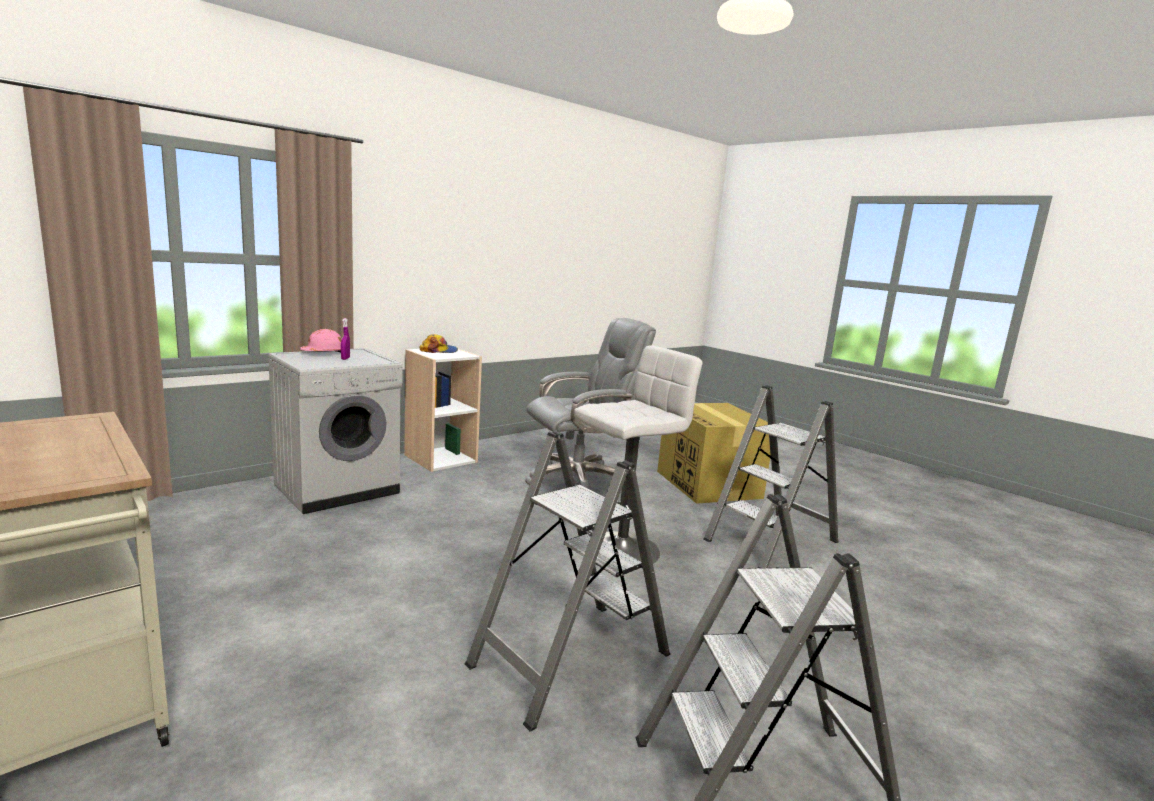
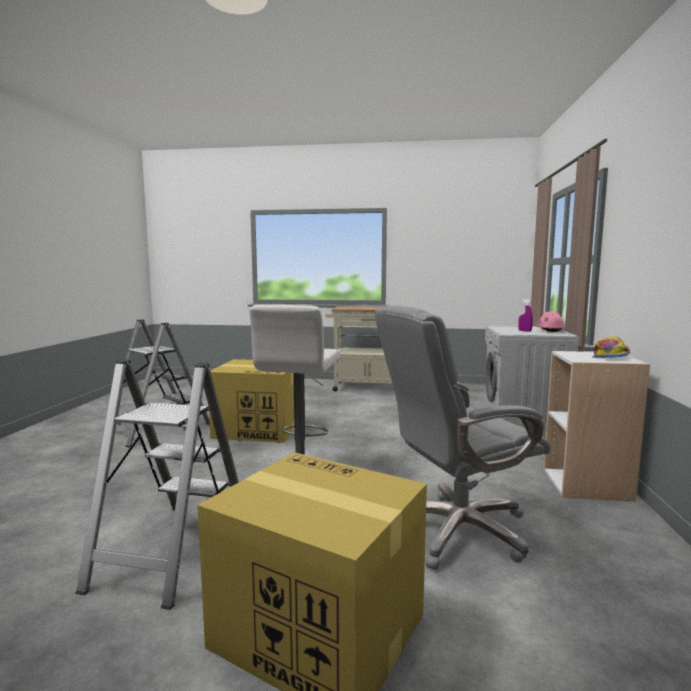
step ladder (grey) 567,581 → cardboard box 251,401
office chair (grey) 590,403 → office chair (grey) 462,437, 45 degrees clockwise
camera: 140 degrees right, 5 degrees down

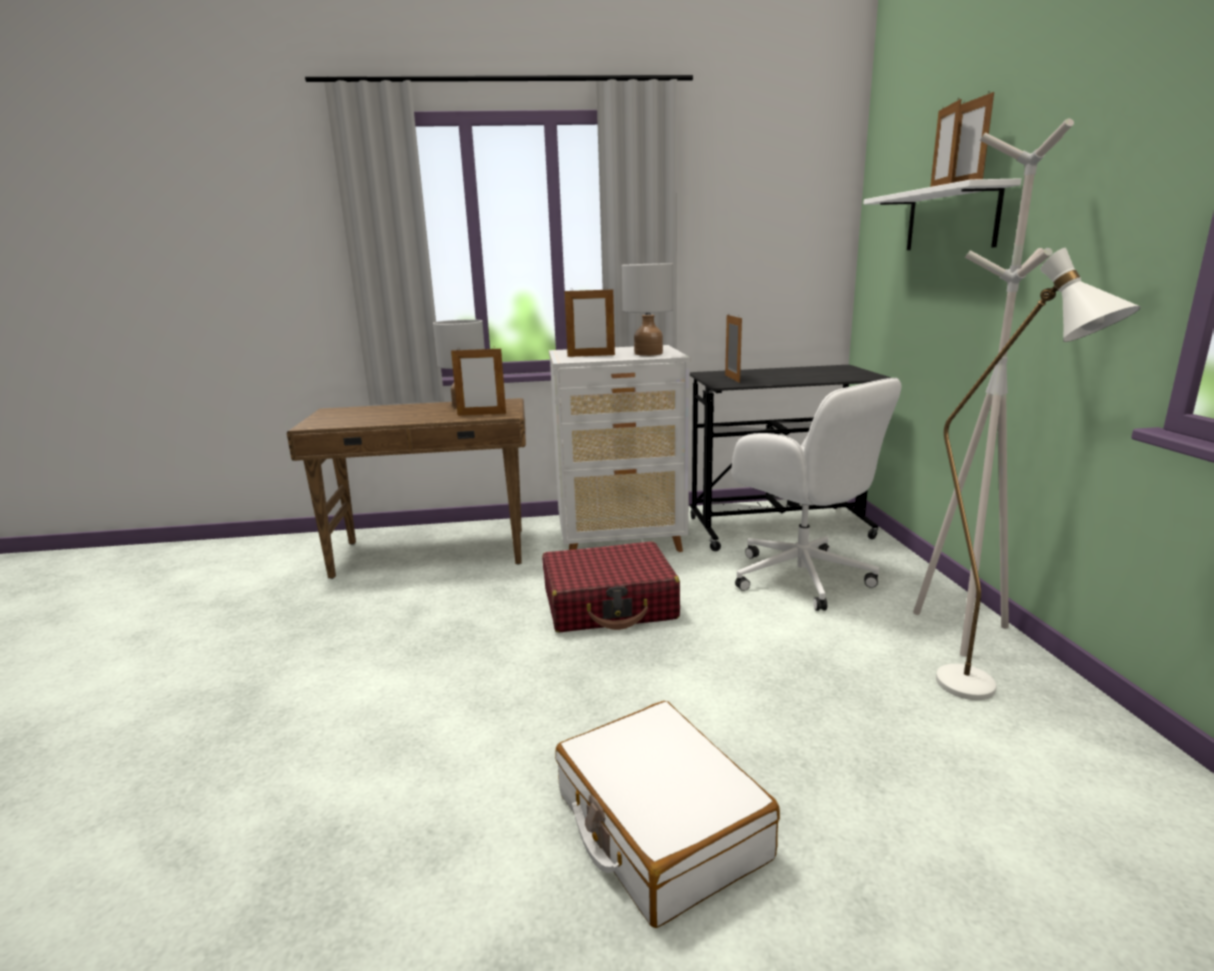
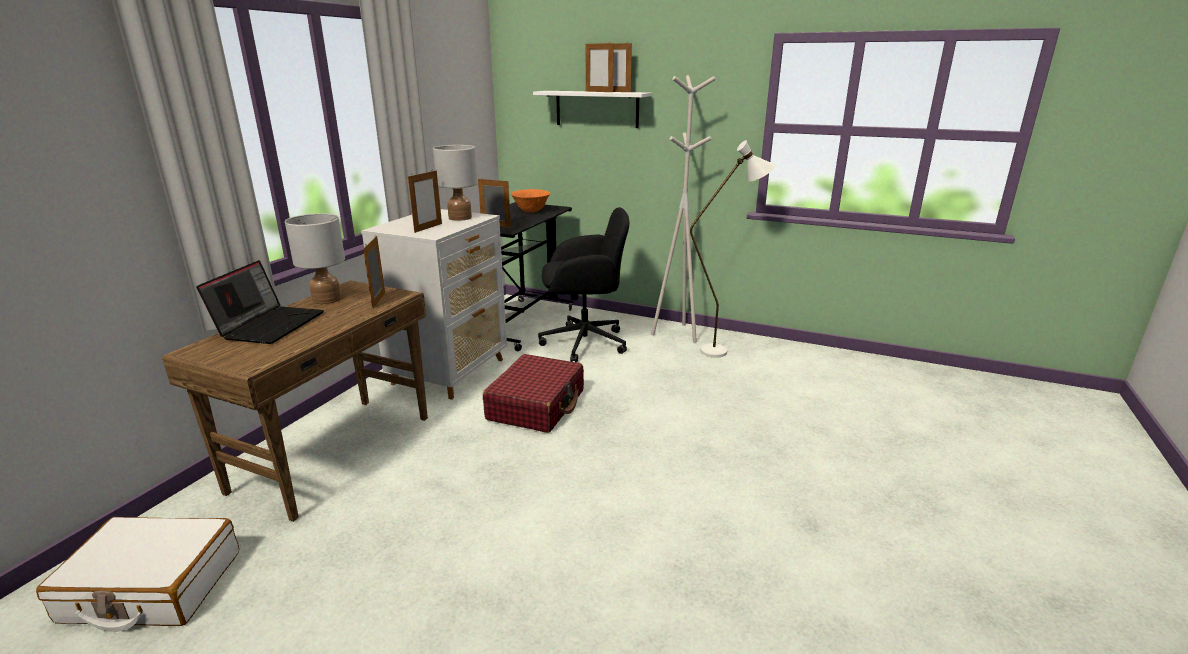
suitcase (white) 667,814 → suitcase (white) 137,574, shifted
- → laptop 260,302
picture frame 478,381 → picture frame 374,272, 150 degrees clockwise
- → bowl (orange) 530,201
office chair (white) 816,494 → office chair (black) 584,284
camera: 60 degrees left, 5 degrees up

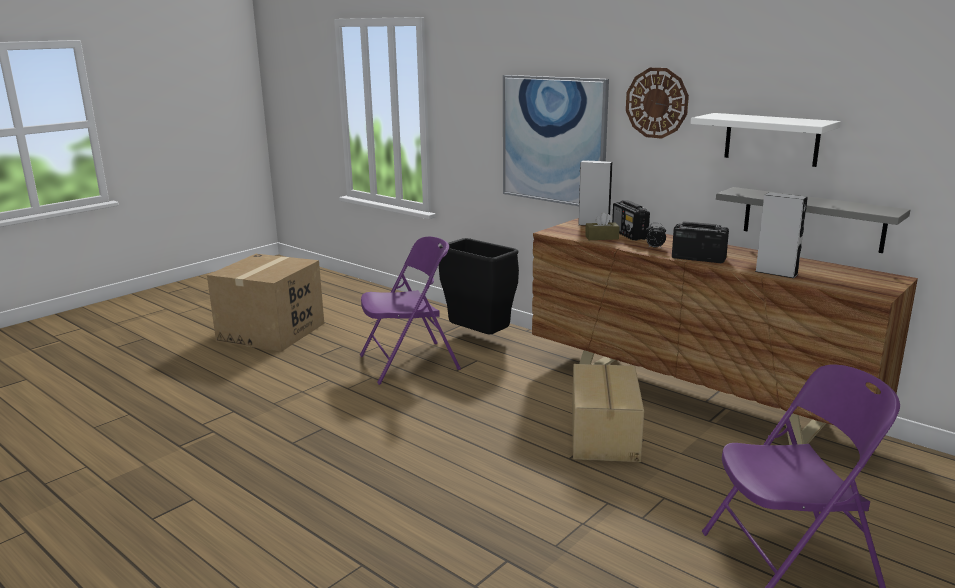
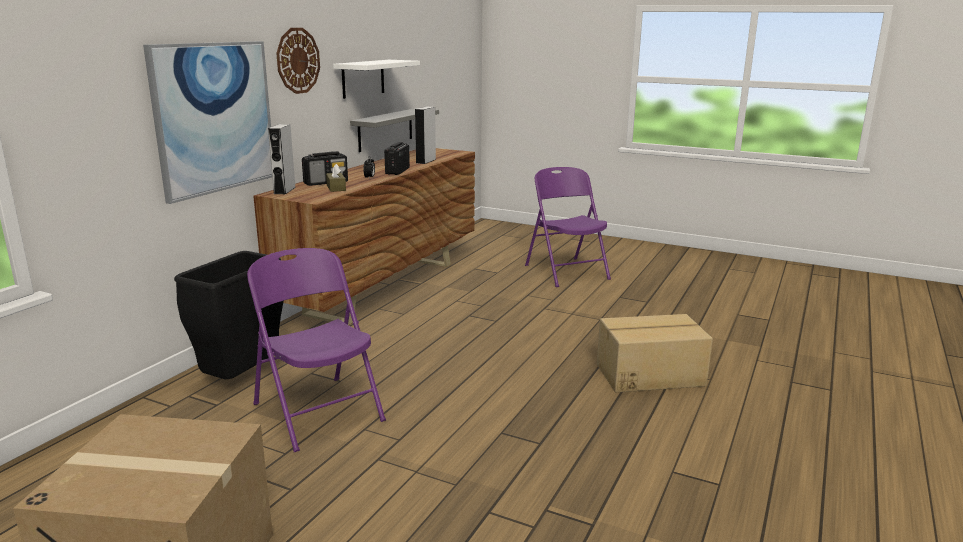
cardboard box 608,413 → cardboard box 655,353, shifted
camera: 105 degrees left, 0 degrees up

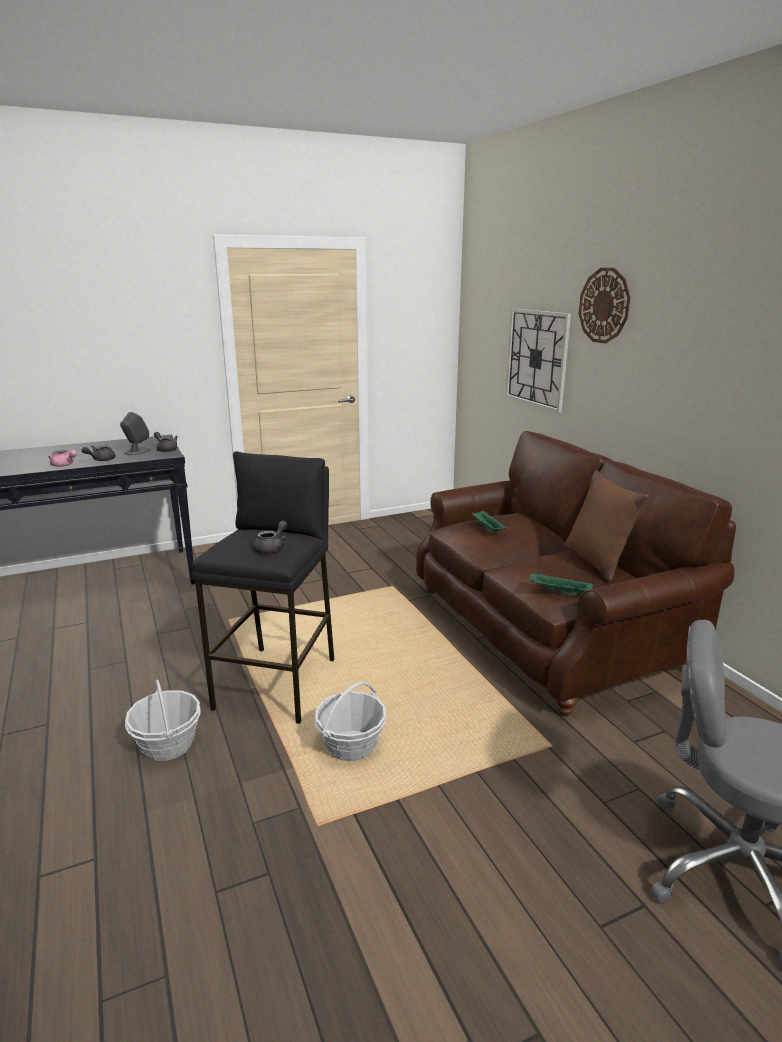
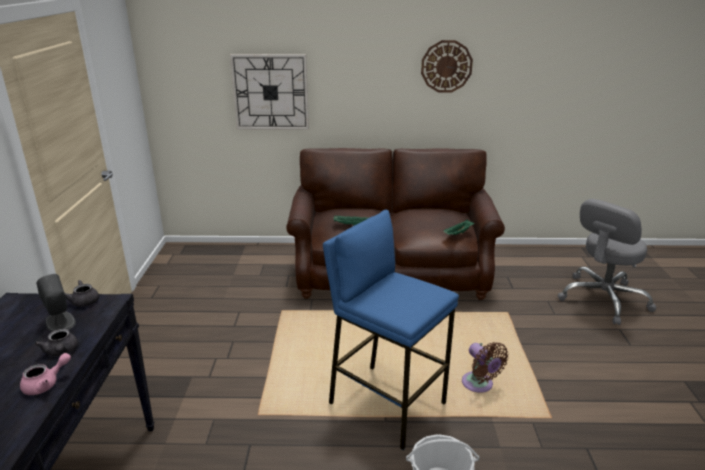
stool (black) 262,587 → stool (blue) 391,329
wall clock 605,306 → wall clock 447,66, shifted
basket 350,721 → fan (brown) 485,367
teapot (grey) 270,537 → -
pillow (brown) 606,526 → -
camera: 65 degrees left, 5 degrees up

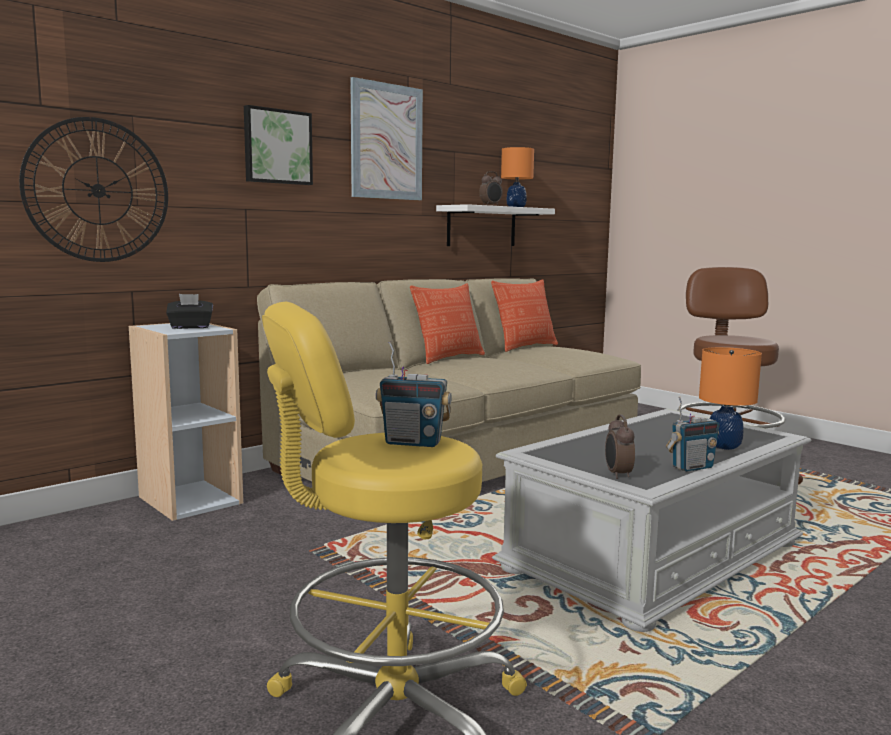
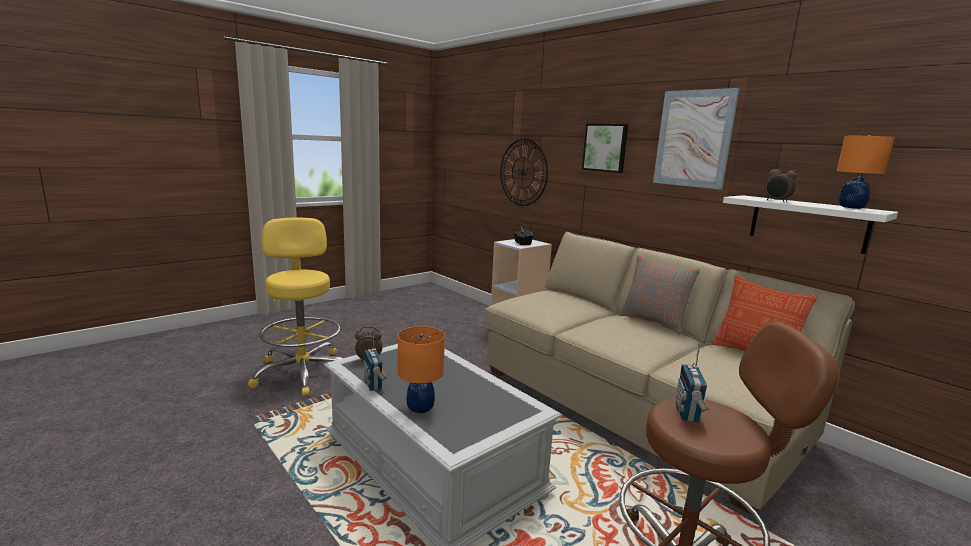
pillow (orange) 447,323 → pillow (grey) 659,294
radio 414,394 → radio 692,383, shifted
camera: 90 degrees right, 5 degrees up

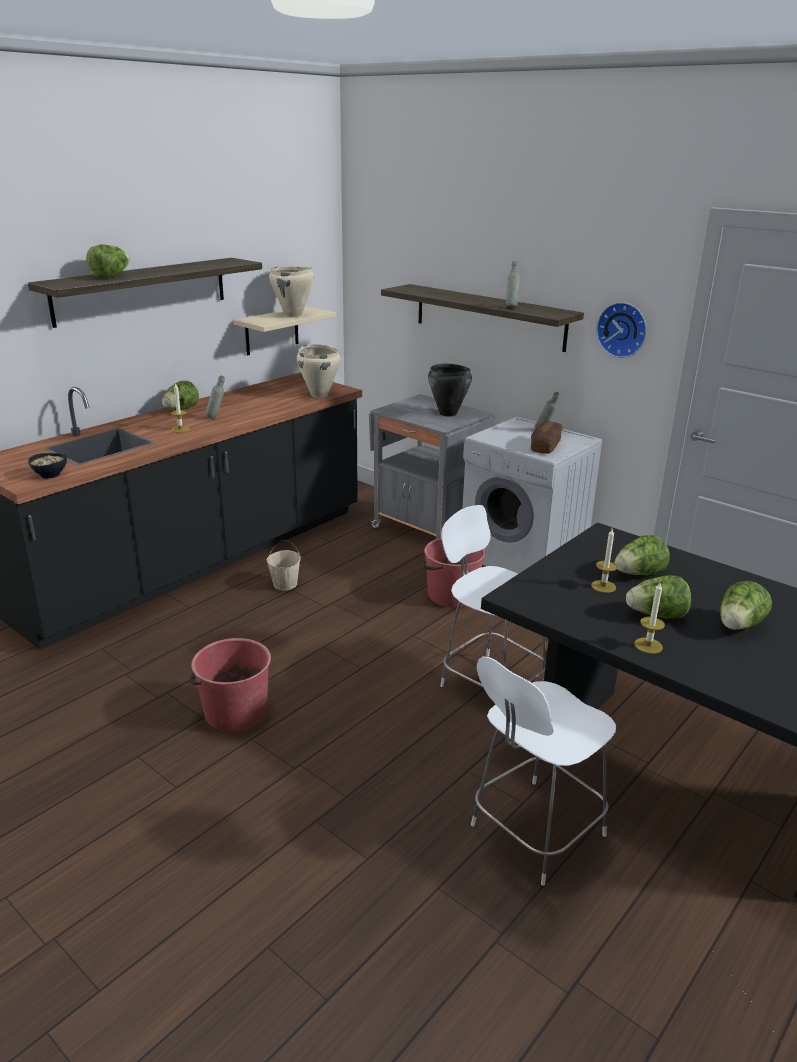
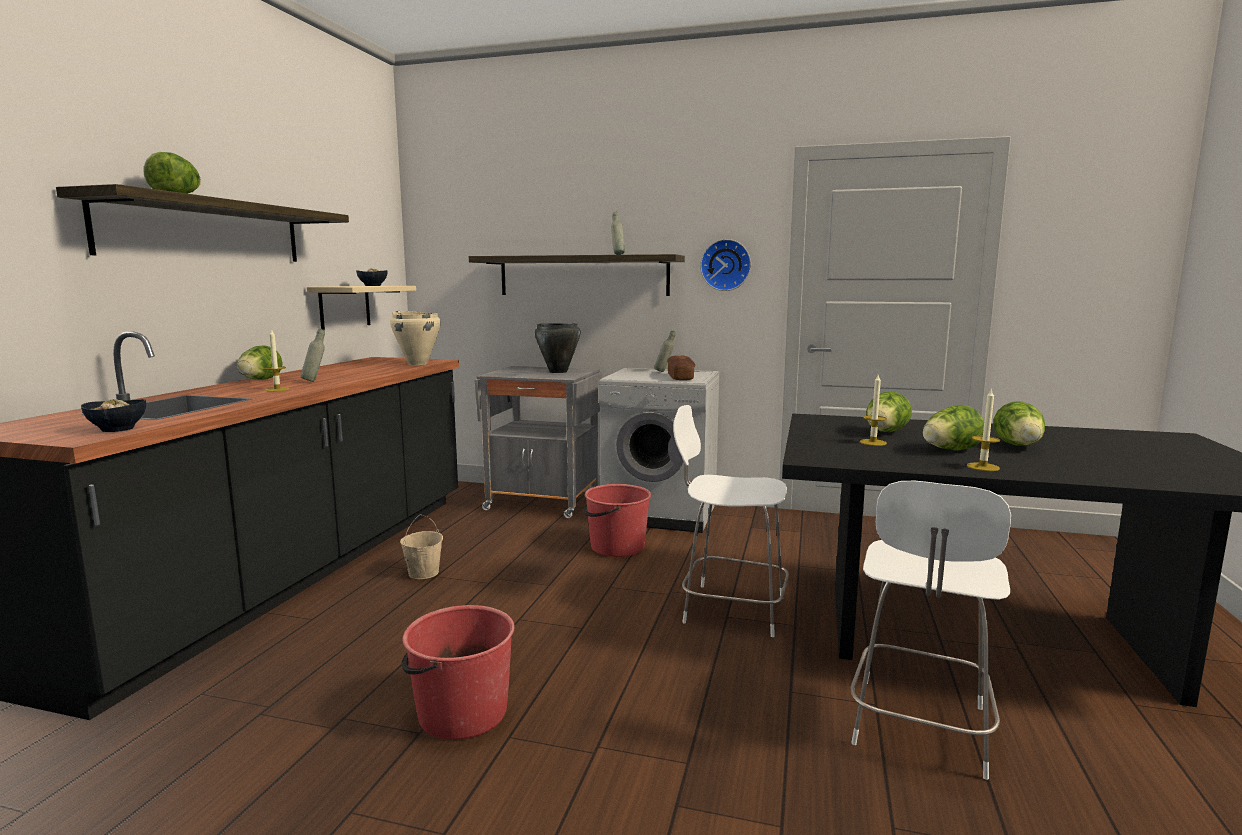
cooking pot (beige) 291,292 → bowl 371,277
camera: 25 degrees left, 15 degrees down

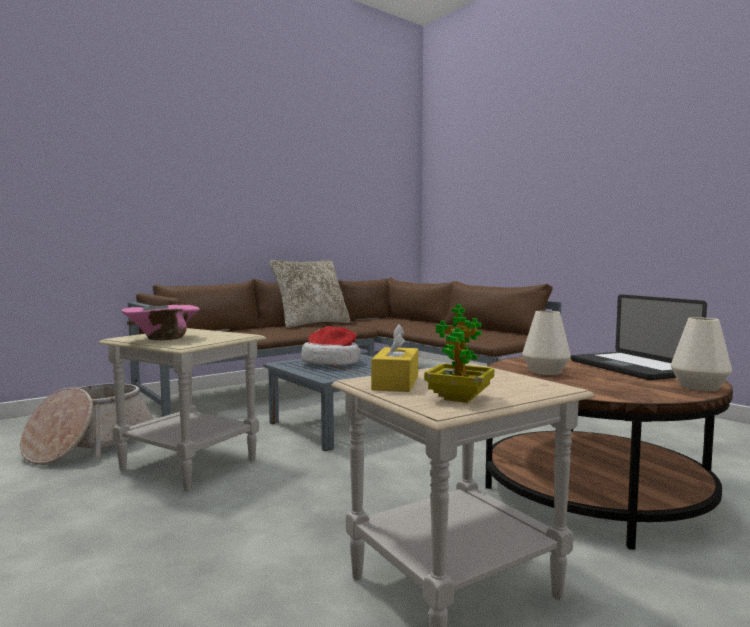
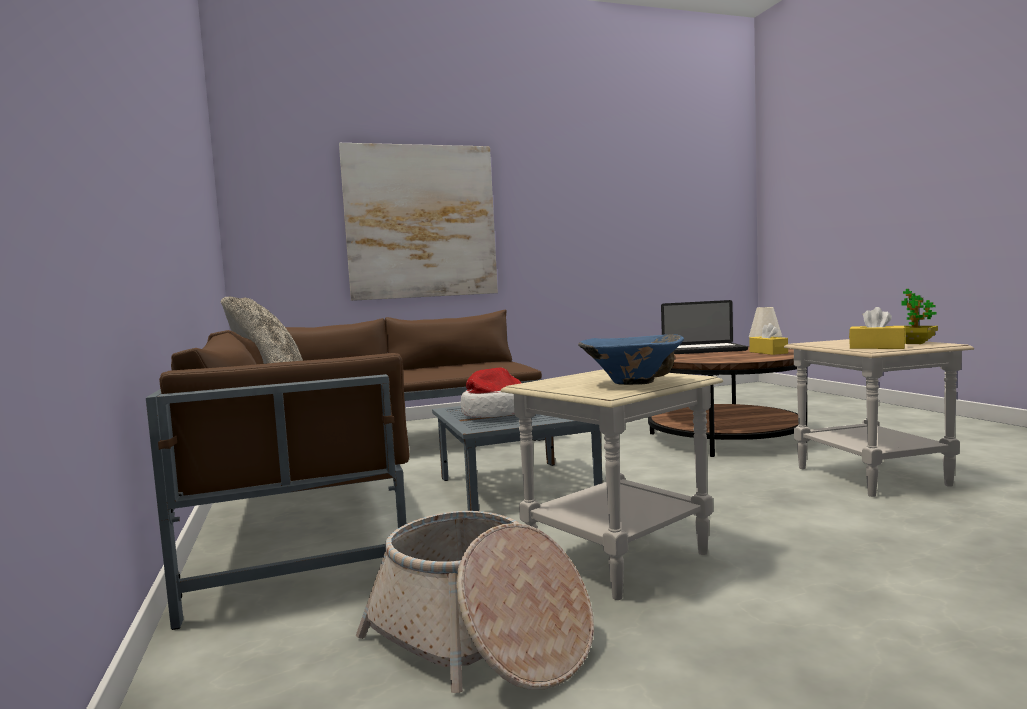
- → picture 418,222
bowl (pink) 161,322 → bowl (blue) 631,359
- → tissue box (yellow) 768,339
vase (white) 546,343 → -
camera: 70 degrees left, 0 degrees up

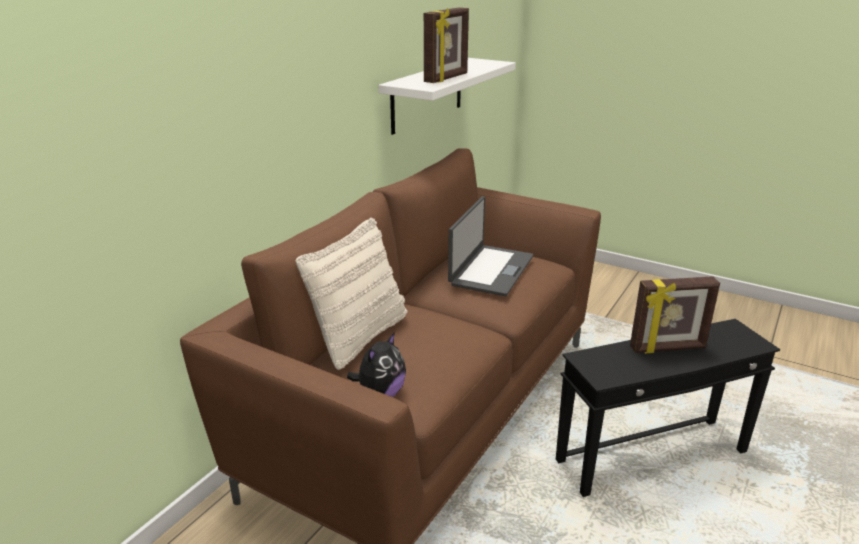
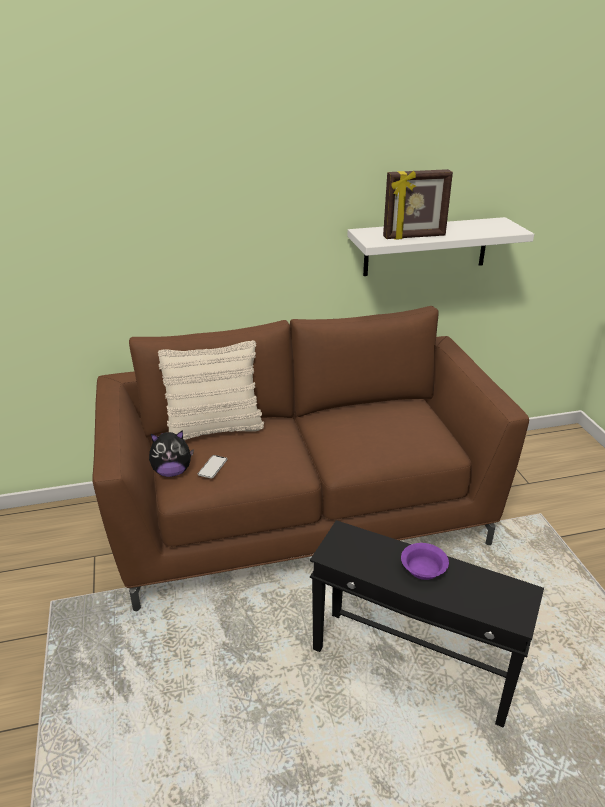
- → phone 212,467
picture frame 675,314 → bowl (purple) 425,561
laptop 490,246 → -
camera: 45 degrees right, 5 degrees up

